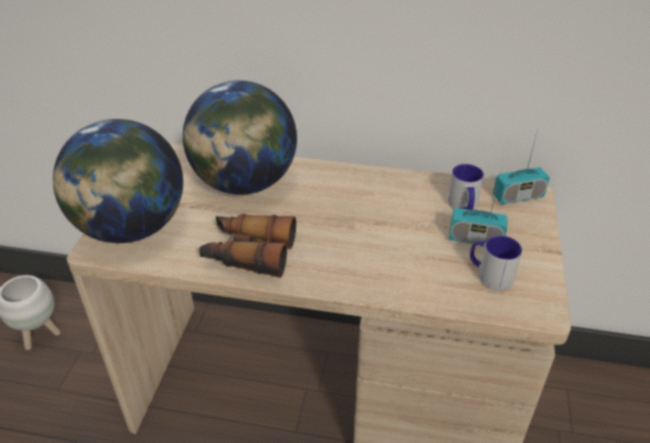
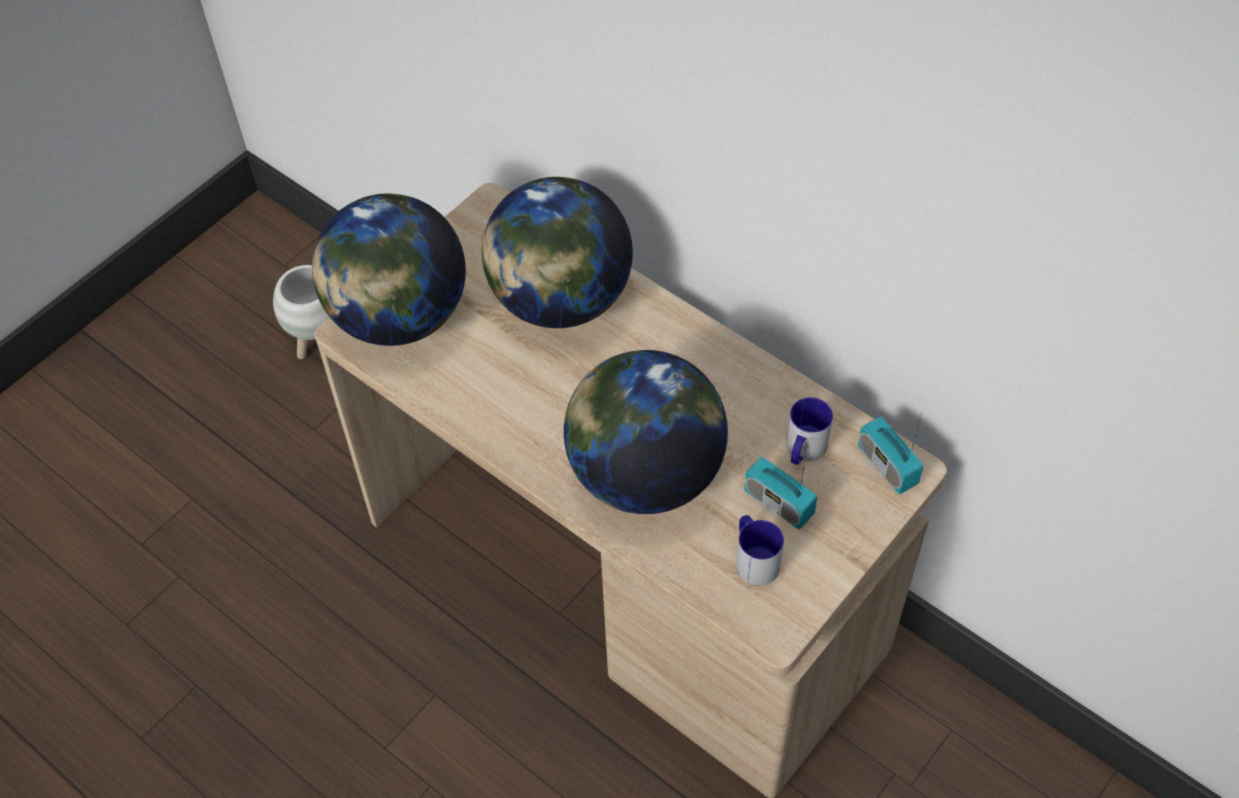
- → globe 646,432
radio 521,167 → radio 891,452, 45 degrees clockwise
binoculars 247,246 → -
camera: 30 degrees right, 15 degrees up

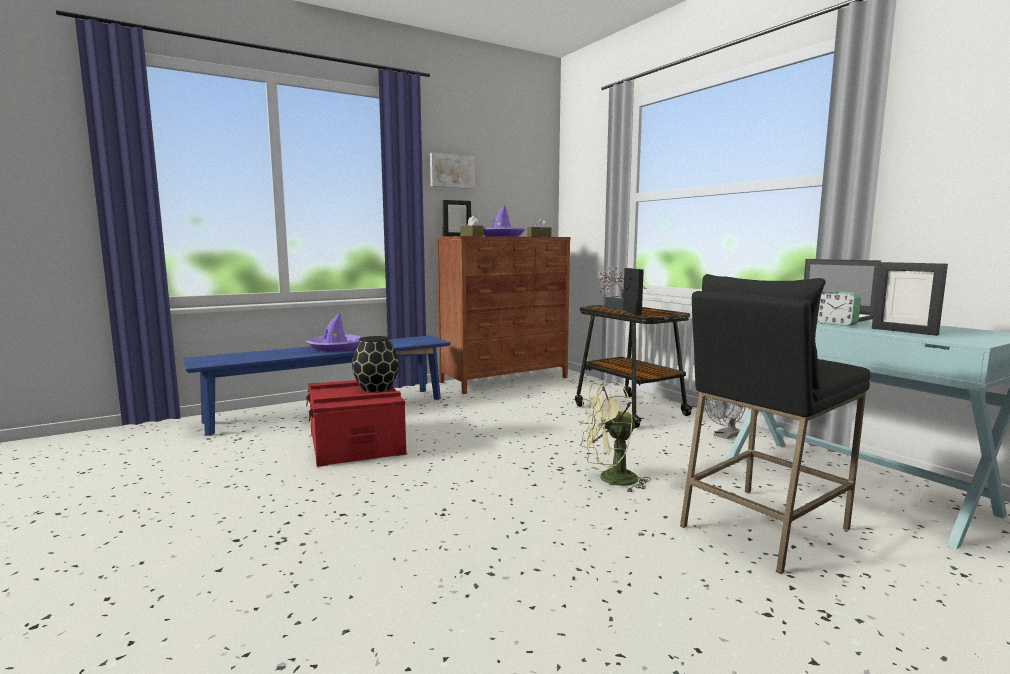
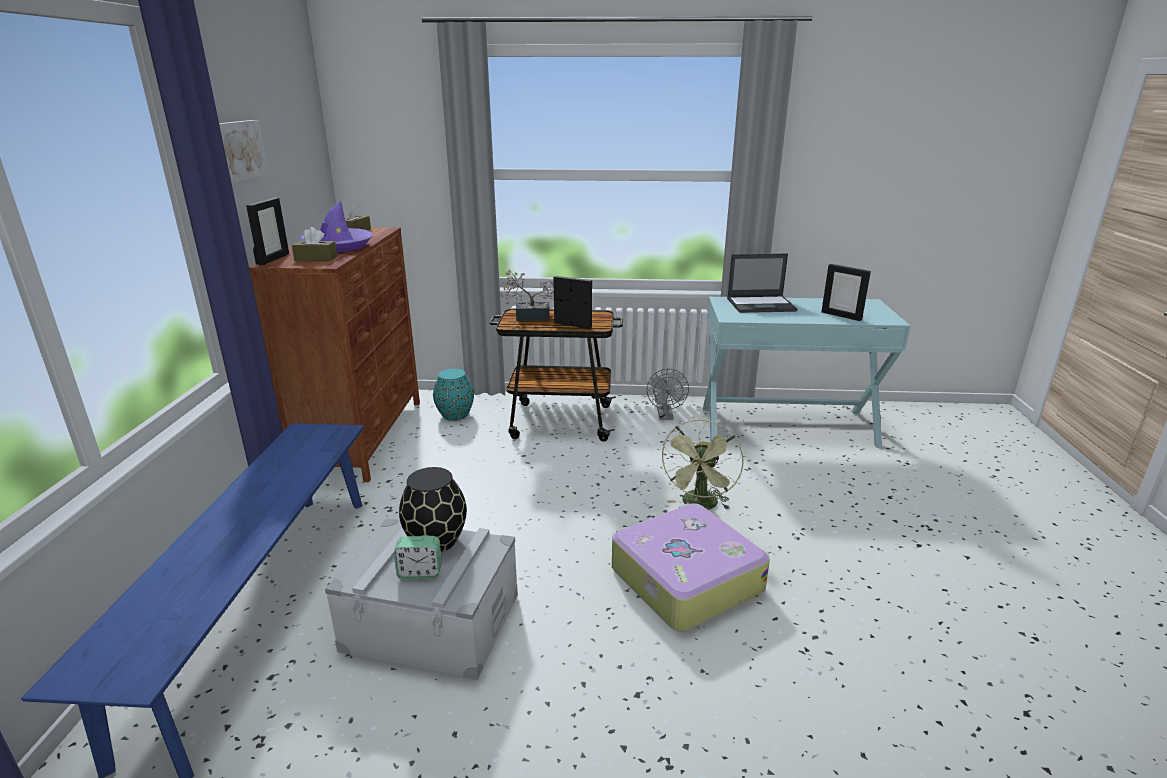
storage box (red) 356,423 → storage box (grey) 421,599
alarm clock 839,308 → alarm clock 418,558, shifted
- → vase (turquoise) 453,395
- → suitcase 691,567
picture frame 910,299 → picture frame 846,292, 45 degrees clockwise
hat (purple) 334,332 → -
stool (black) 775,424 → -
camera: 55 degrees left, 15 degrees up

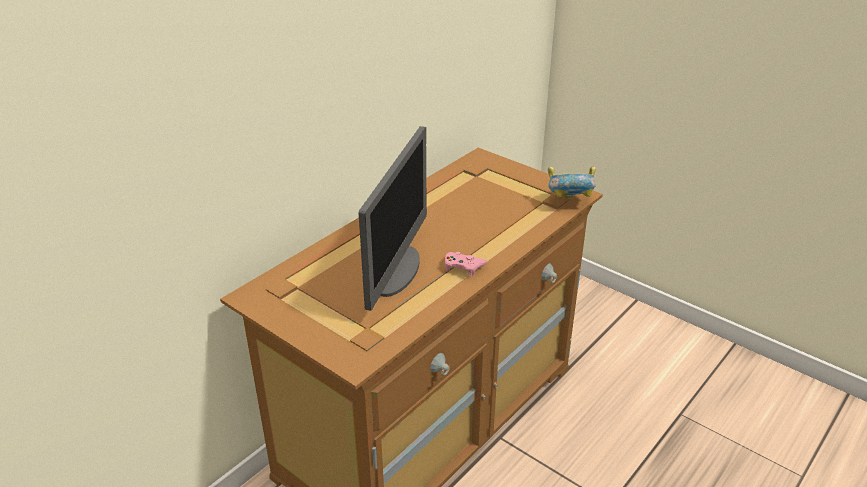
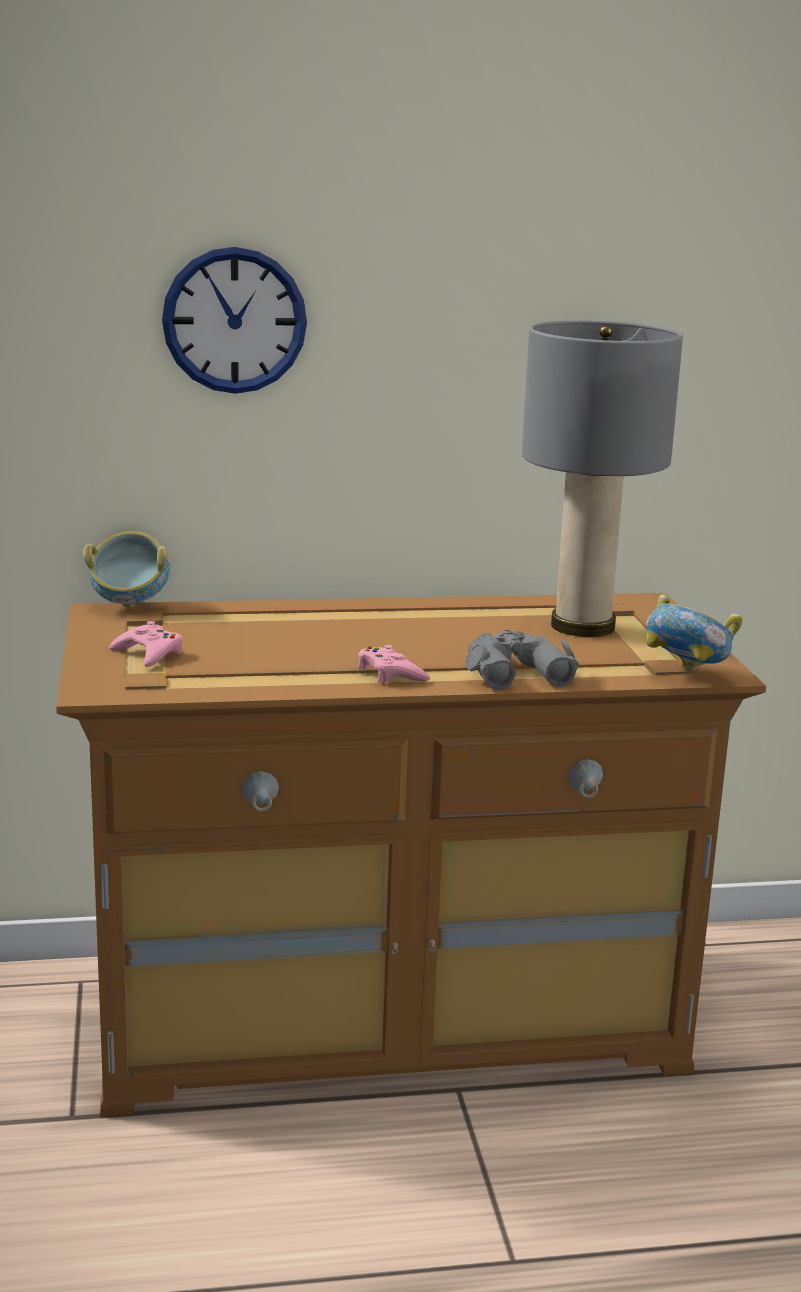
- → bowl 126,569
- → game controller (pink) 146,644
- → wall clock 234,320
- → binoculars (grey) 522,660
- → table lamp (grey) 602,478
monitor 393,218 → -
camera: 40 degrees right, 15 degrees down

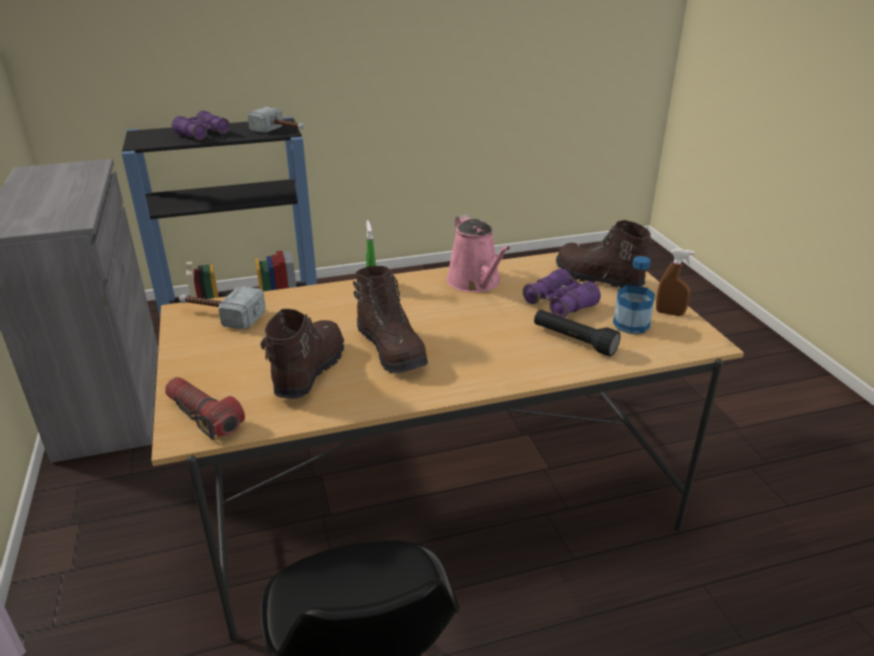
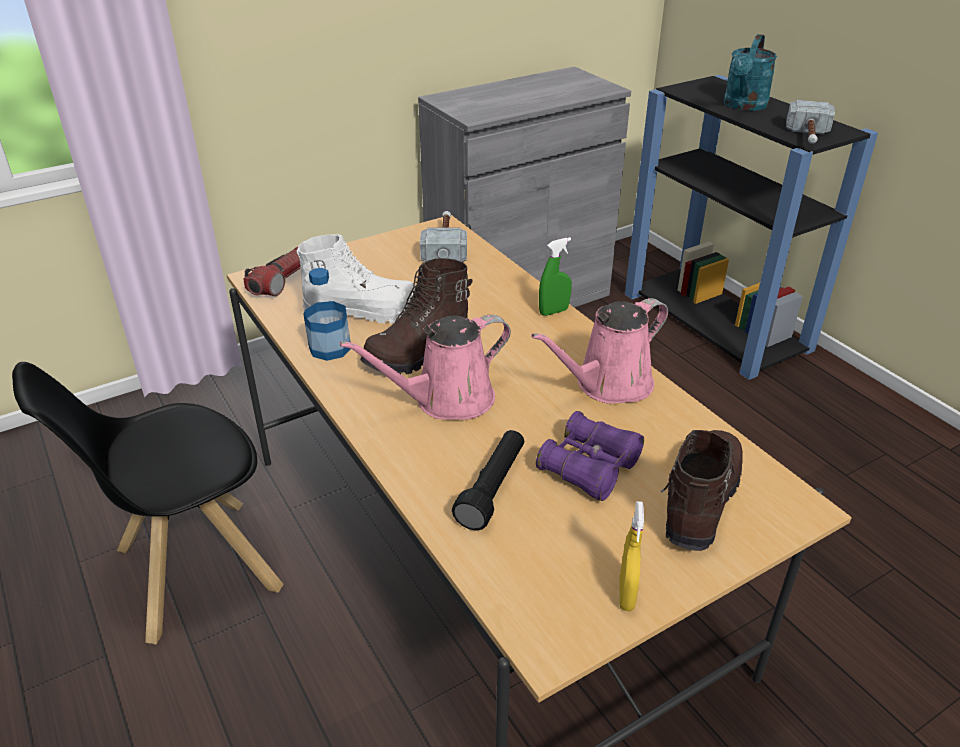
boot (brown) 302,354 → boot (white) 356,278
bottle 634,295 → bottle 327,314, shifted
- → watering can (pink) 425,367
spray bottle (brown) 675,282 → spray bottle (yellow) 632,556
binoculars (purple) 201,125 → watering can (turquoise) 750,72
camera: 75 degrees right, 5 degrees up

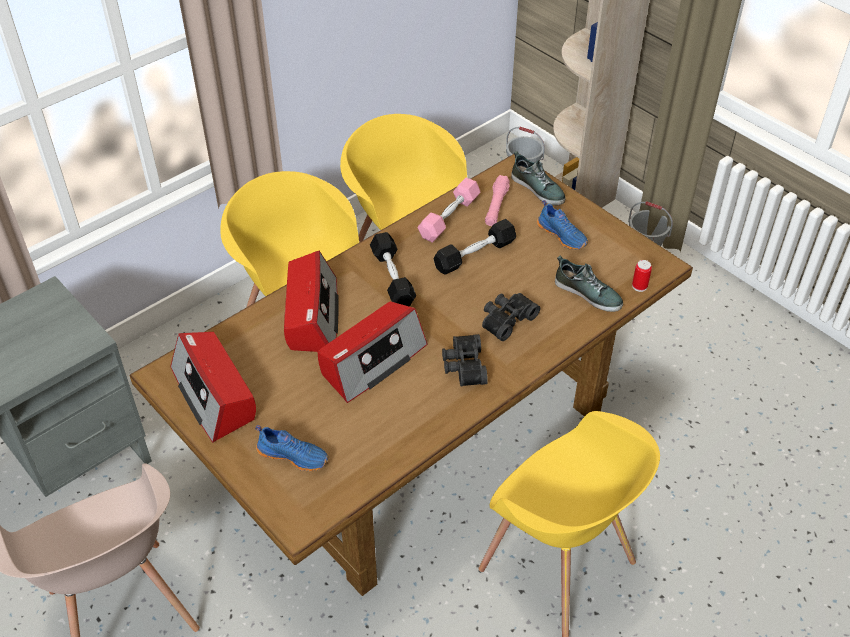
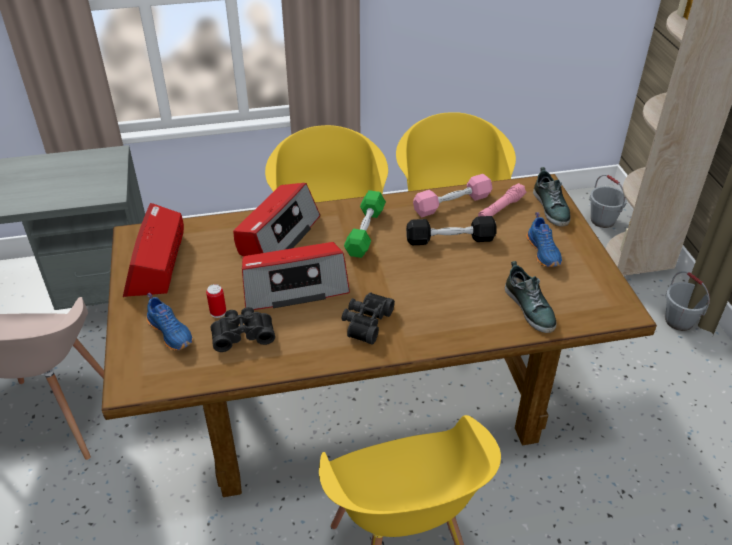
can 642,276 → can 216,301, shifted
binoculars (black) 511,317 → binoculars (black) 243,329, shifted
dumbbell (black) 393,269 → dumbbell (green) 365,224
camera: 30 degrees right, 5 degrees down

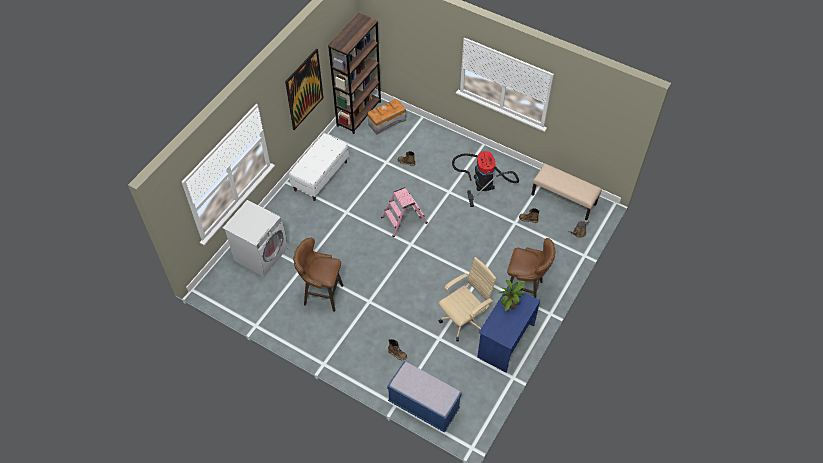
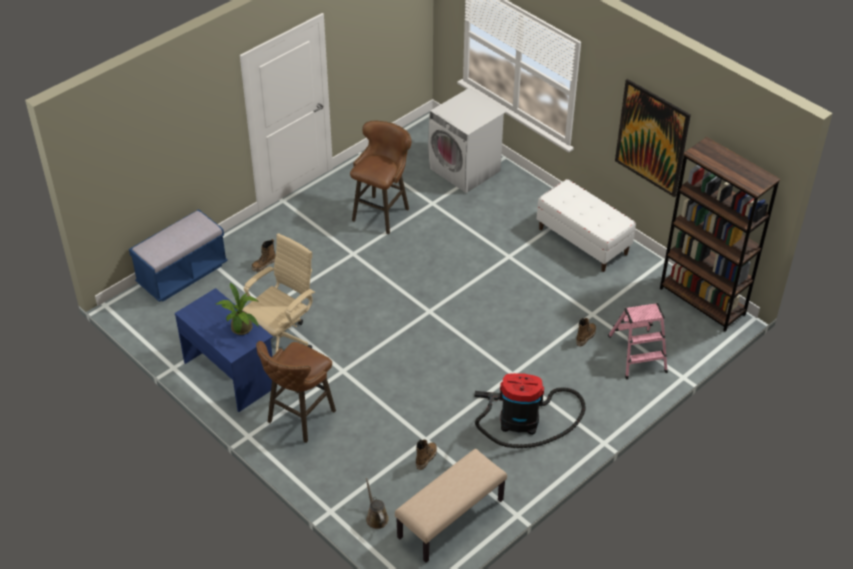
office chair (beige) 467,299 → office chair (beige) 278,293, 120 degrees counterclockwise
step ladder (pink) 404,212 → step ladder (pink) 638,341, shifted
storage box 387,117 → -
camera: 105 degrees right, 10 degrees down

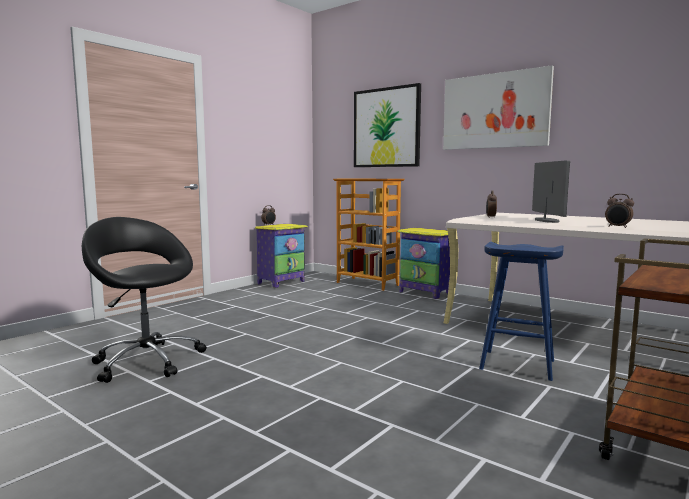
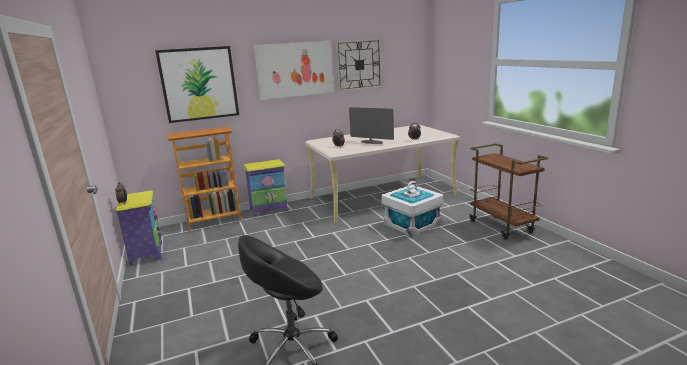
- → wall clock 359,65
stool (blue) 521,311 → storage box (white) 412,209
camera: 60 degrees left, 10 degrees up

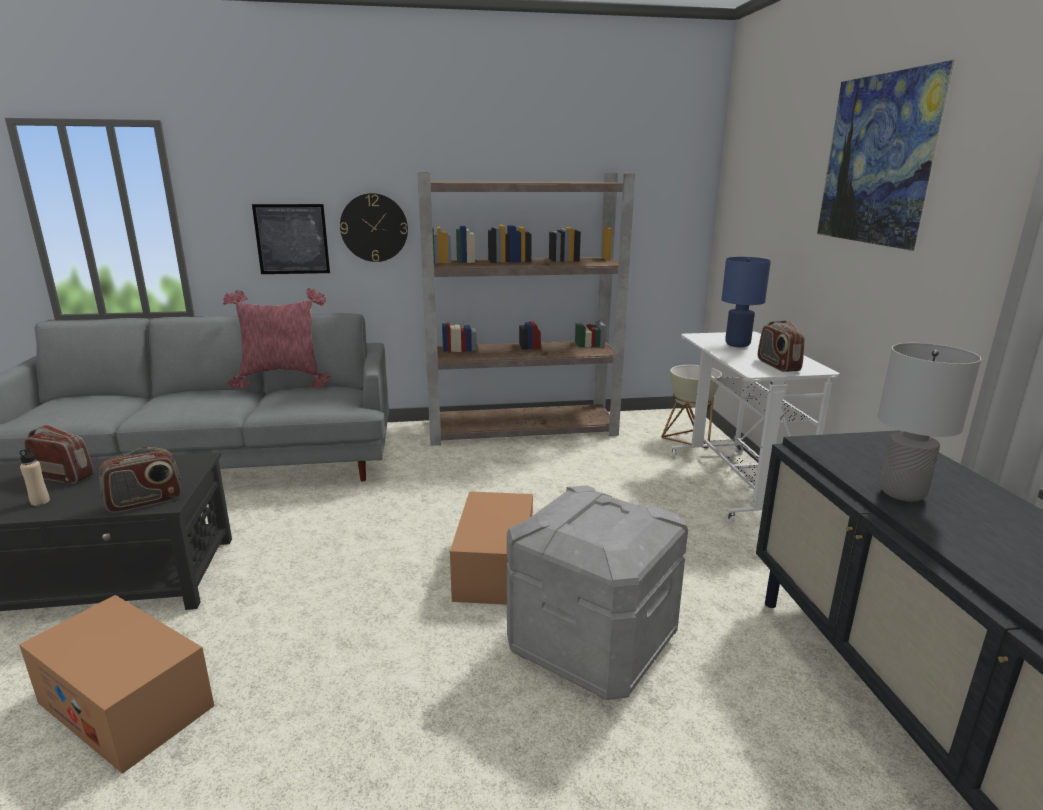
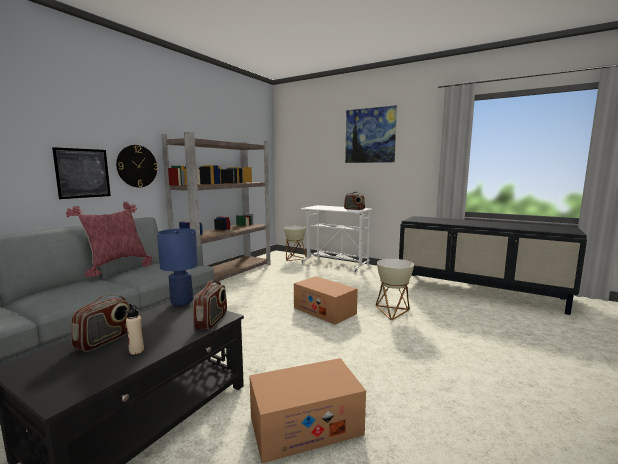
radio 59,454 → radio 100,323, 150 degrees clockwise
table lamp (blue) 746,302 → table lamp (blue) 177,267, shifted
storage box (grey) 597,592 → planter 395,289
table lamp (grey) 929,422 → -
camera: 50 degrees left, 10 degrees down

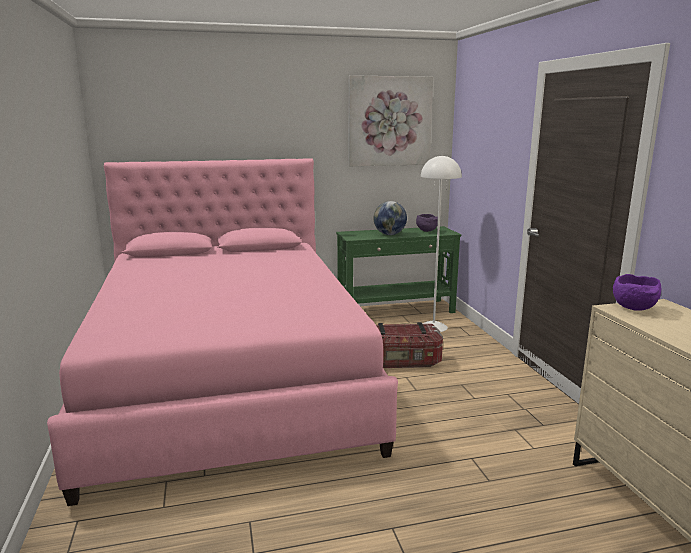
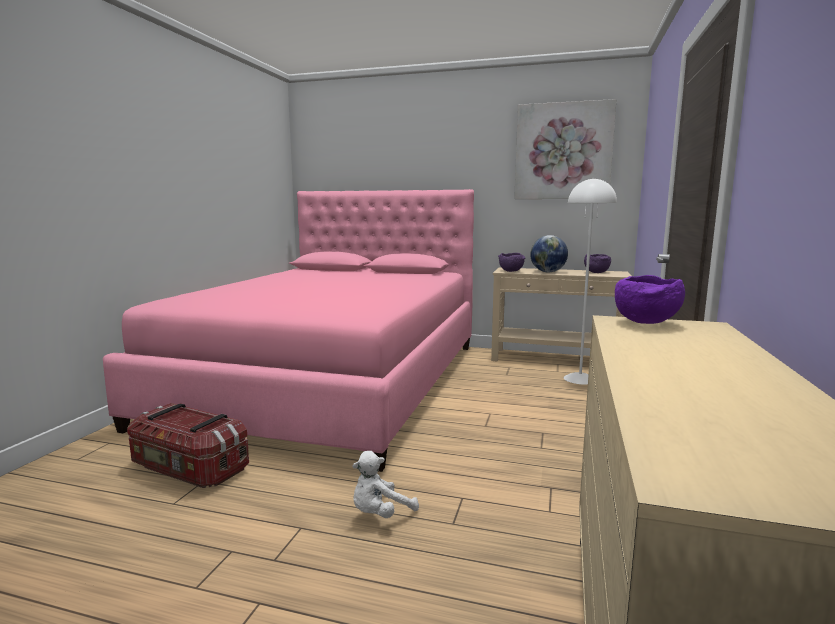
storage box 409,345 → storage box 188,445, shifted
- → plush toy (white) 385,484
console table (green) 398,269 → console table (beige) 561,315
- → bowl (purple) 511,262
camera: 30 degrees right, 5 degrees down

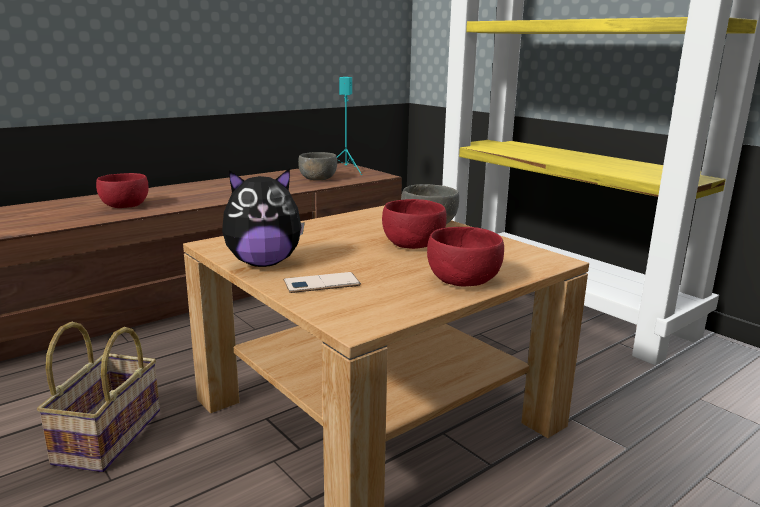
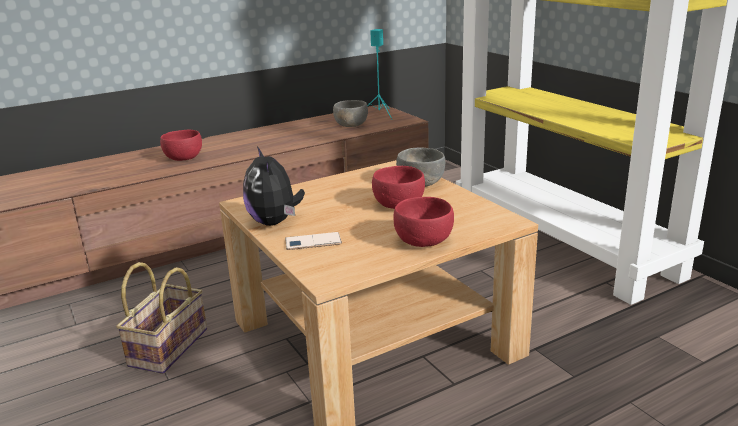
plush toy 263,217 → plush toy 274,186, 75 degrees clockwise
camera: 10 degrees right, 5 degrees up

